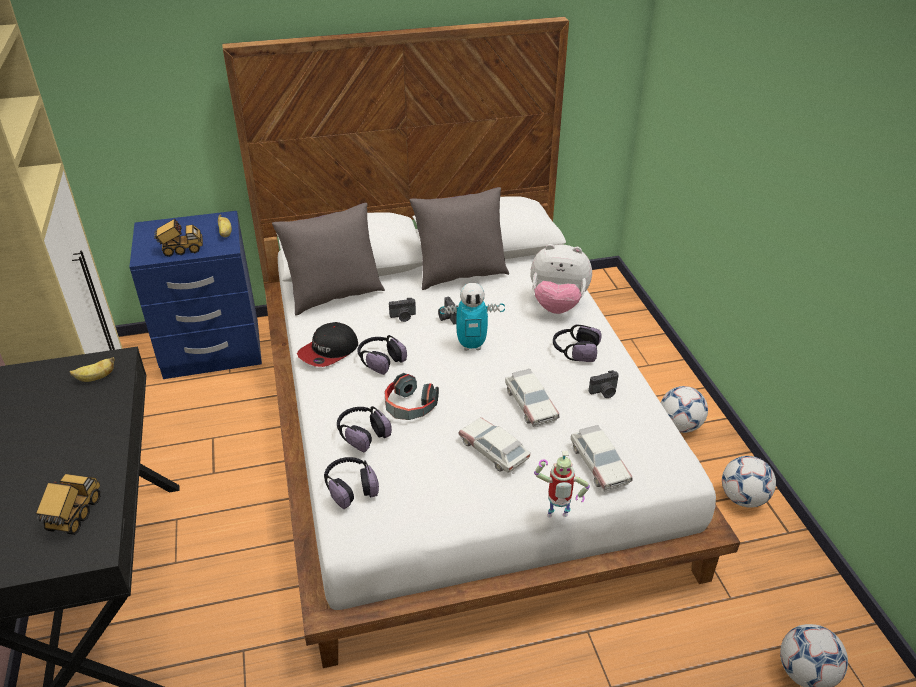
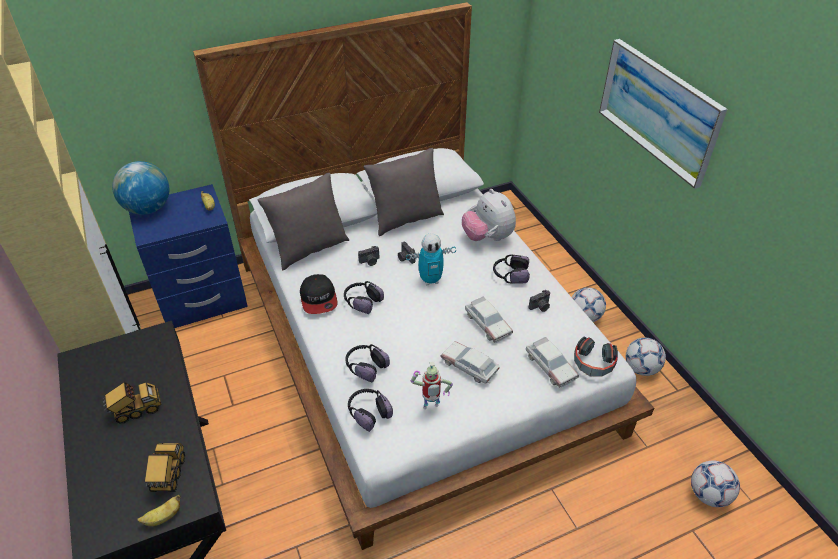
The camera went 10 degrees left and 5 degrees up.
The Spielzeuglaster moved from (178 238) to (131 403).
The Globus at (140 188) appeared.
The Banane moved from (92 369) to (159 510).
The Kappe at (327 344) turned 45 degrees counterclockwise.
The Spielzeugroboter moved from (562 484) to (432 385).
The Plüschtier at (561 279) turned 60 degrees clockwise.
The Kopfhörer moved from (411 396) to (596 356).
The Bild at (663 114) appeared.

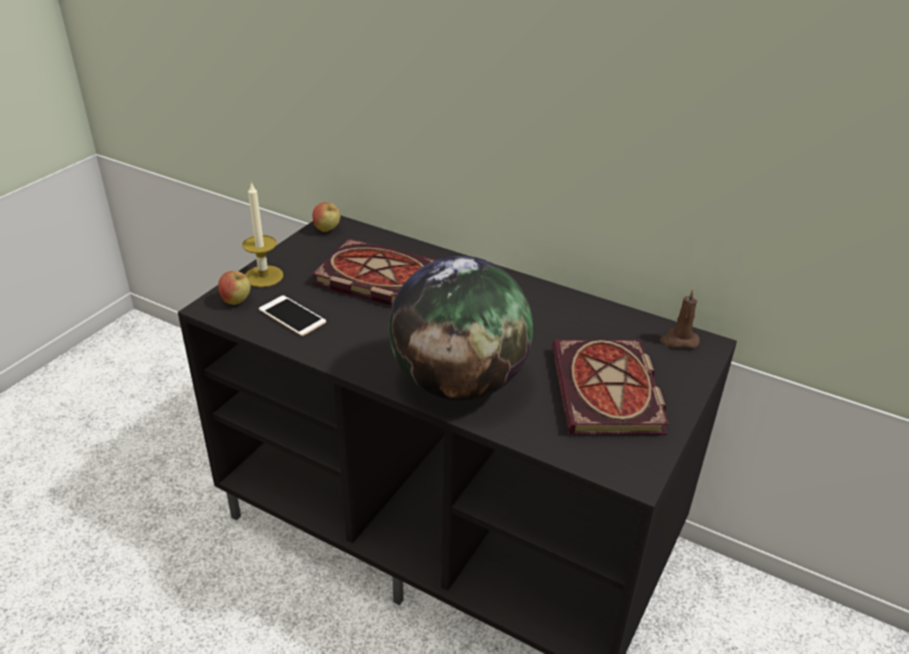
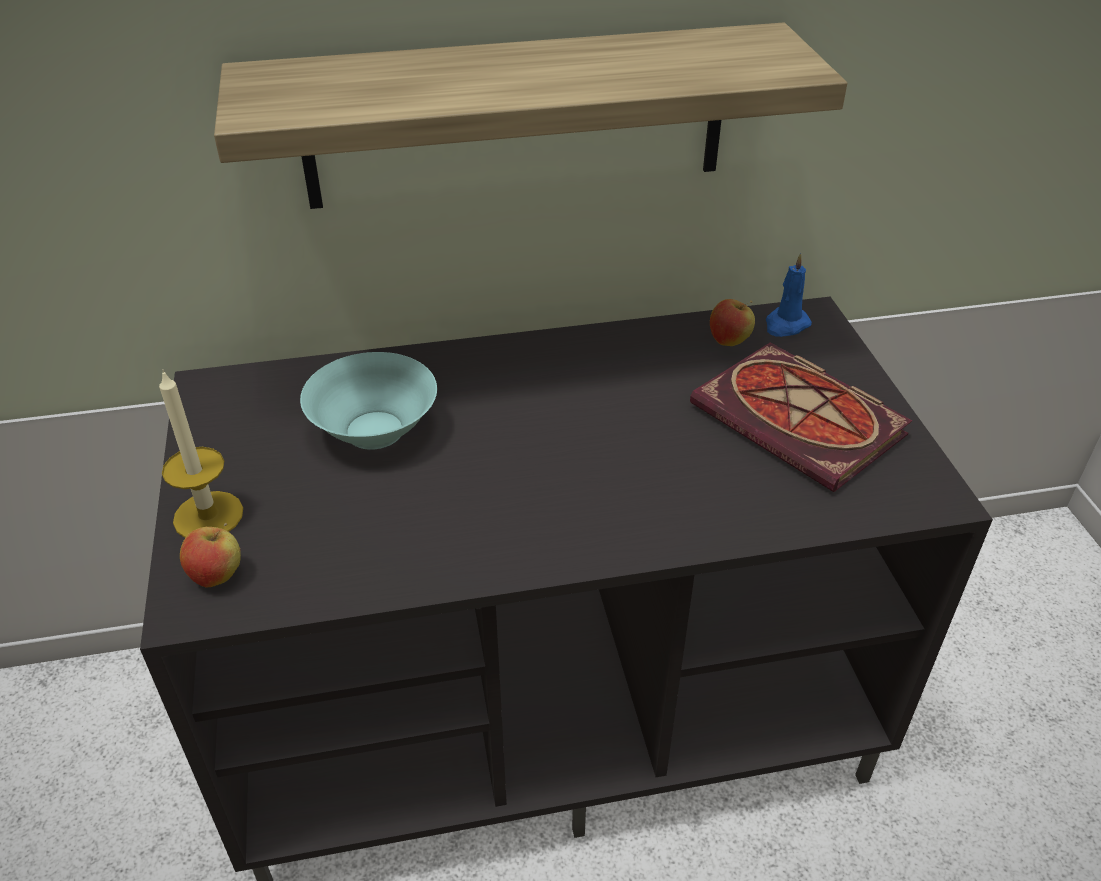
The camera went 40 degrees left and 5 degrees up.
The Wandregal at (530 116) appeared.
The Buch at (374 272) was replaced by the Schüssel [türkis] at (368 401).
The Apfel moved from (326 217) to (732 322).
The Kerze [braun] at (680 318) became the Kerze [blau] at (789 295).
The Handy at (292 315) disappeared.
The Globus at (461 328) disappeared.

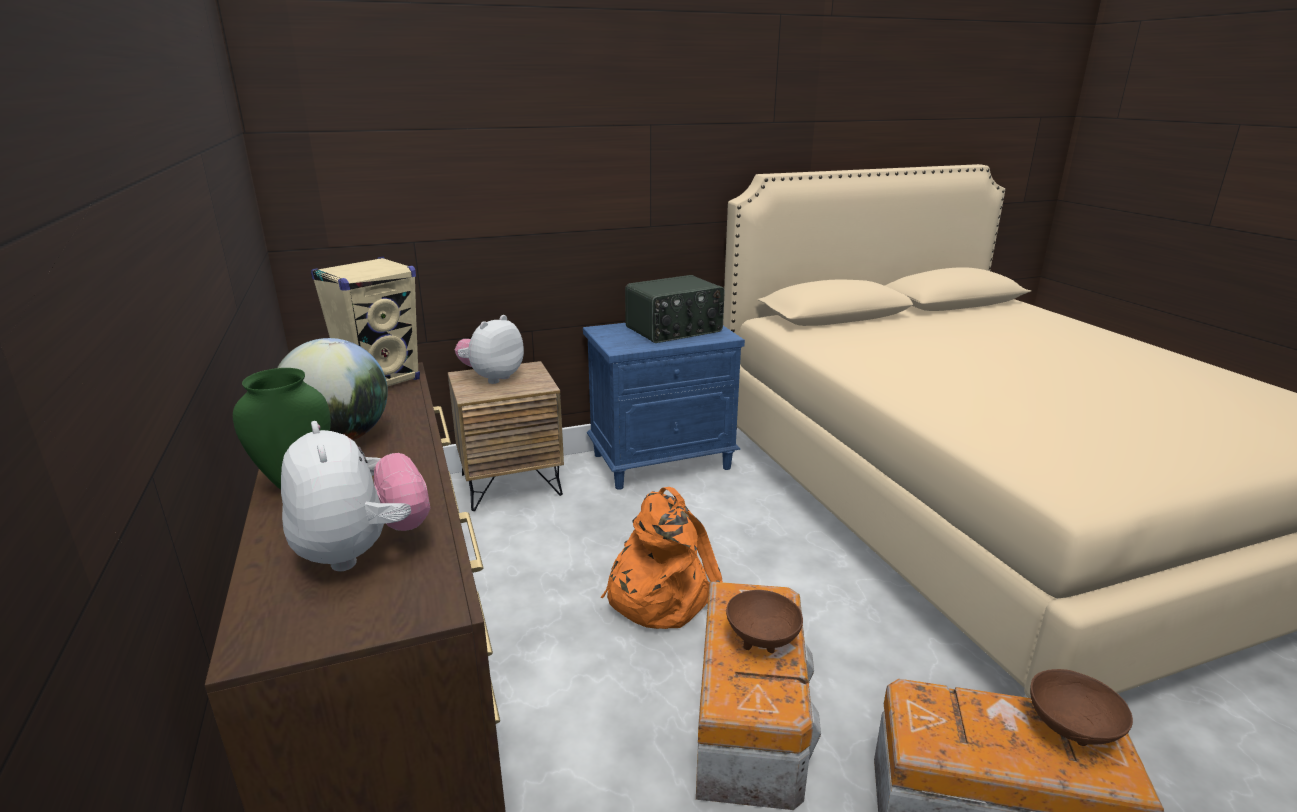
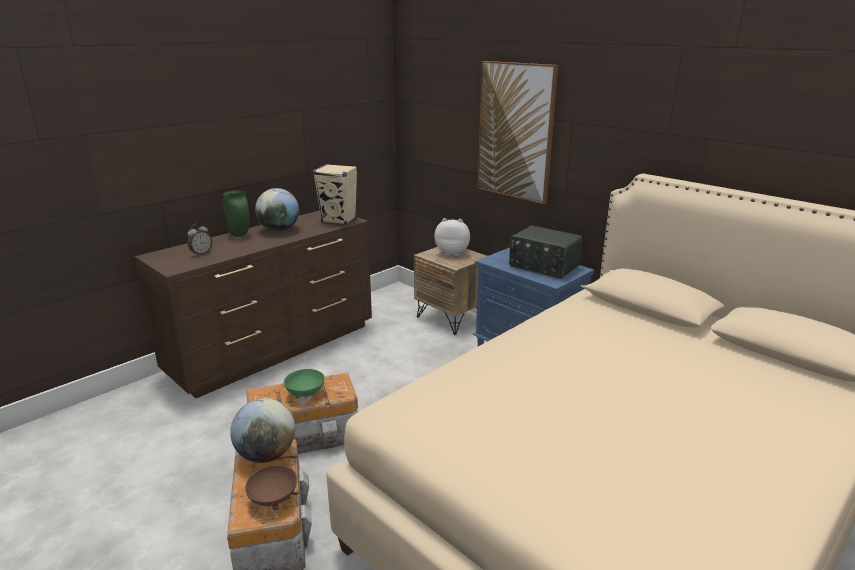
The camera went 65 degrees right and 0 degrees up.
The Plüschtier at (355 496) was replaced by the Wecker at (199 239).
The Globus at (262 430) appeared.
The Schüssel [braun] at (764 621) became the Schüssel [grün] at (304 383).
The Bild at (517 132) appeared.
The Rucksack [orange] at (662 558) disappeared.

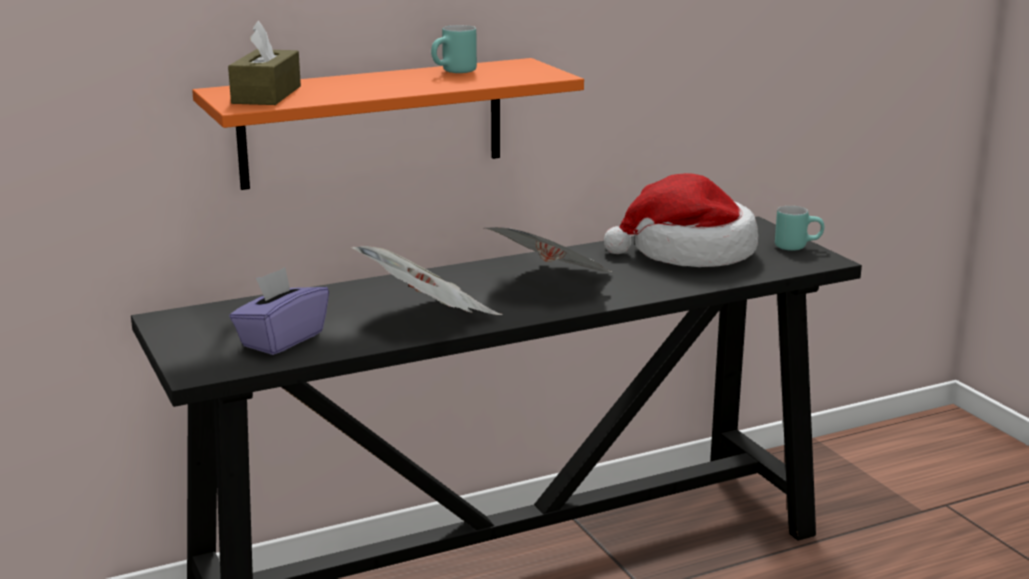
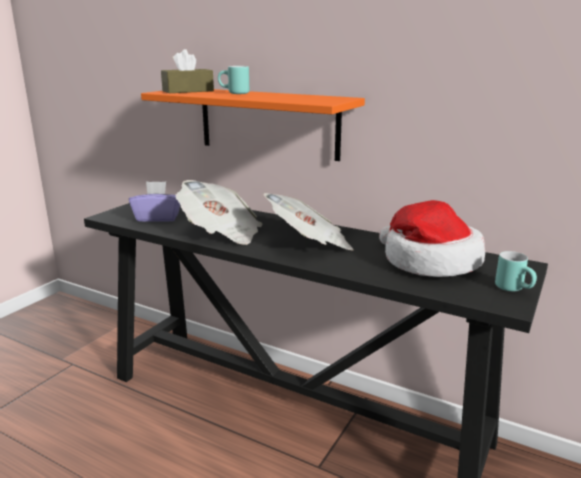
The camera went 55 degrees right and 0 degrees up.
The Henkelbecher [türkis] moved from (454 49) to (233 80).

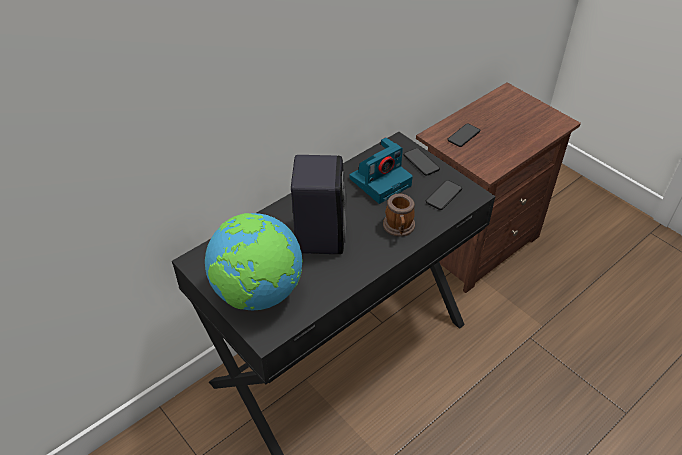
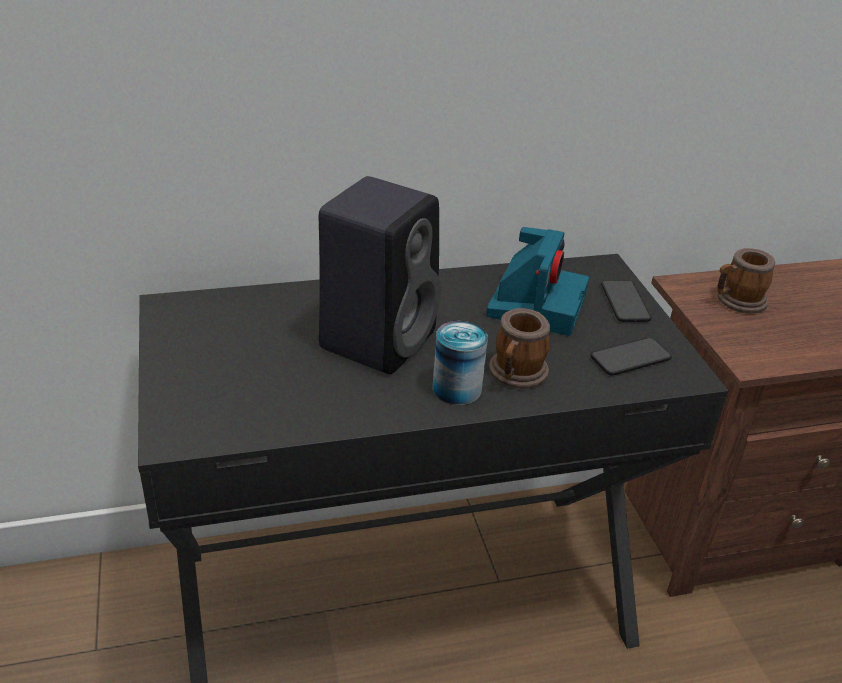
The camera went 25 degrees right and 10 degrees down.
The Dose at (460 363) appeared.
The Kamera at (381 170) turned 60 degrees counterclockwise.
The Handy at (463 135) was replaced by the Henkelbecher at (746 281).
The Globus at (254 261) disappeared.

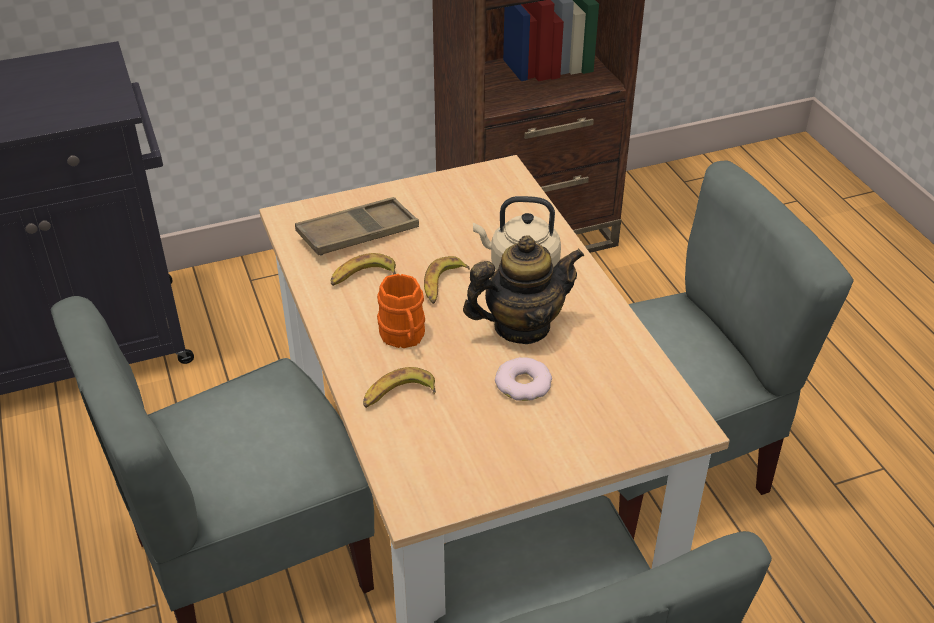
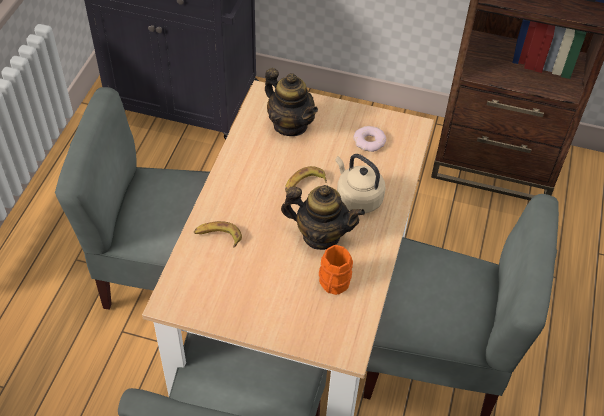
The camera went 35 degrees right and 10 degrees up.
The Tablett [braun] at (357 226) was replaced by the Teekanne at (291 102).
The Henkelbecher [orange] moved from (401 311) to (336 270).
The Donut moved from (523 379) to (369 139).
The Banane at (363 269) disappeared.

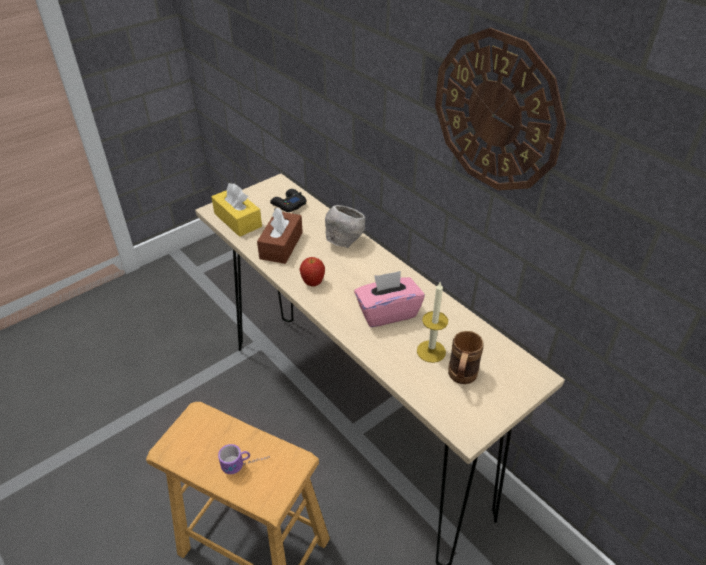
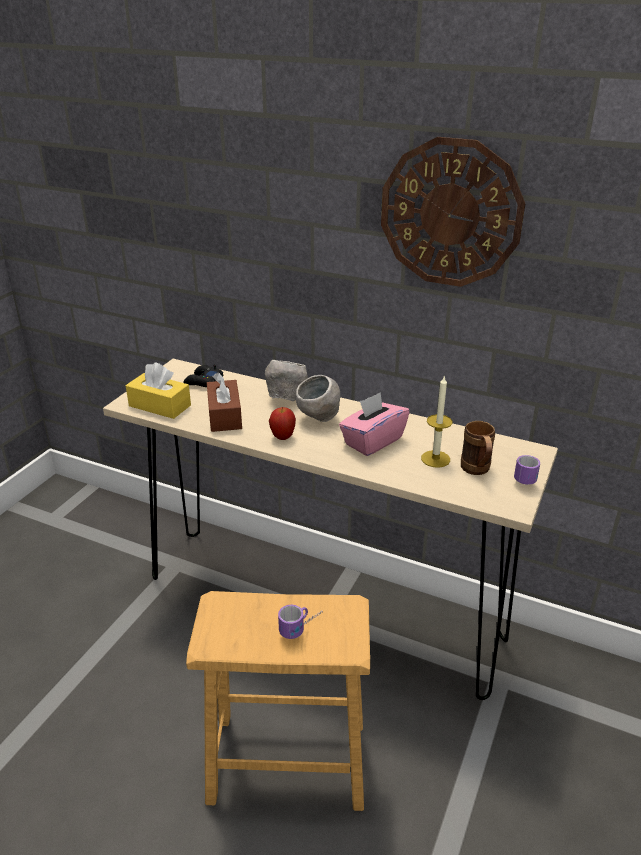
The camera went 25 degrees left and 10 degrees down.
The Schüssel [grau] at (318 398) appeared.
The Henkelbecher at (527 470) appeared.

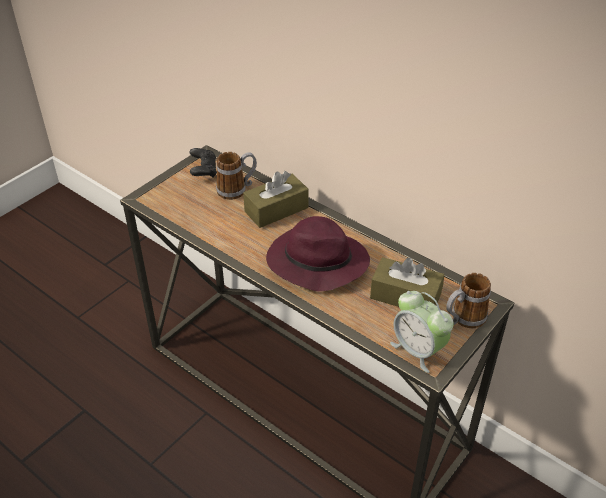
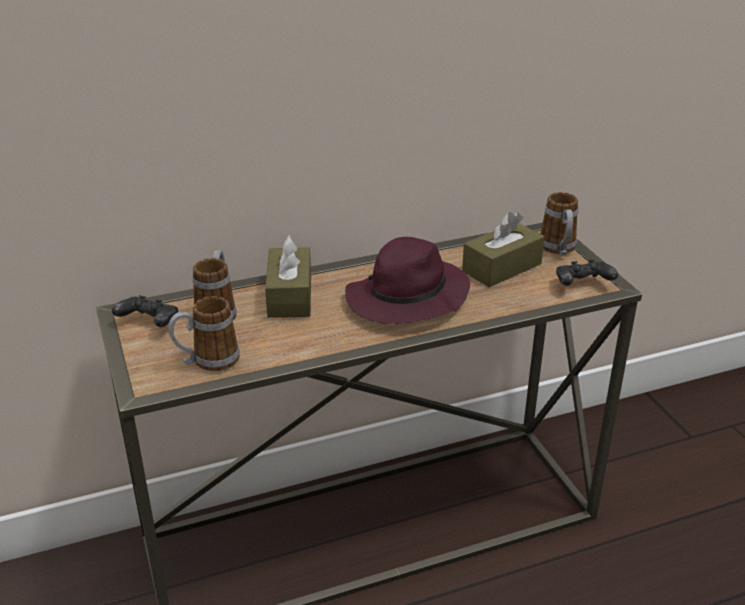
The camera went 60 degrees left and 10 degrees down.
The Henkelbecher at (204 333) appeared.
The Wecker at (422 332) was replaced by the Gamepad [schwarz] at (587 272).

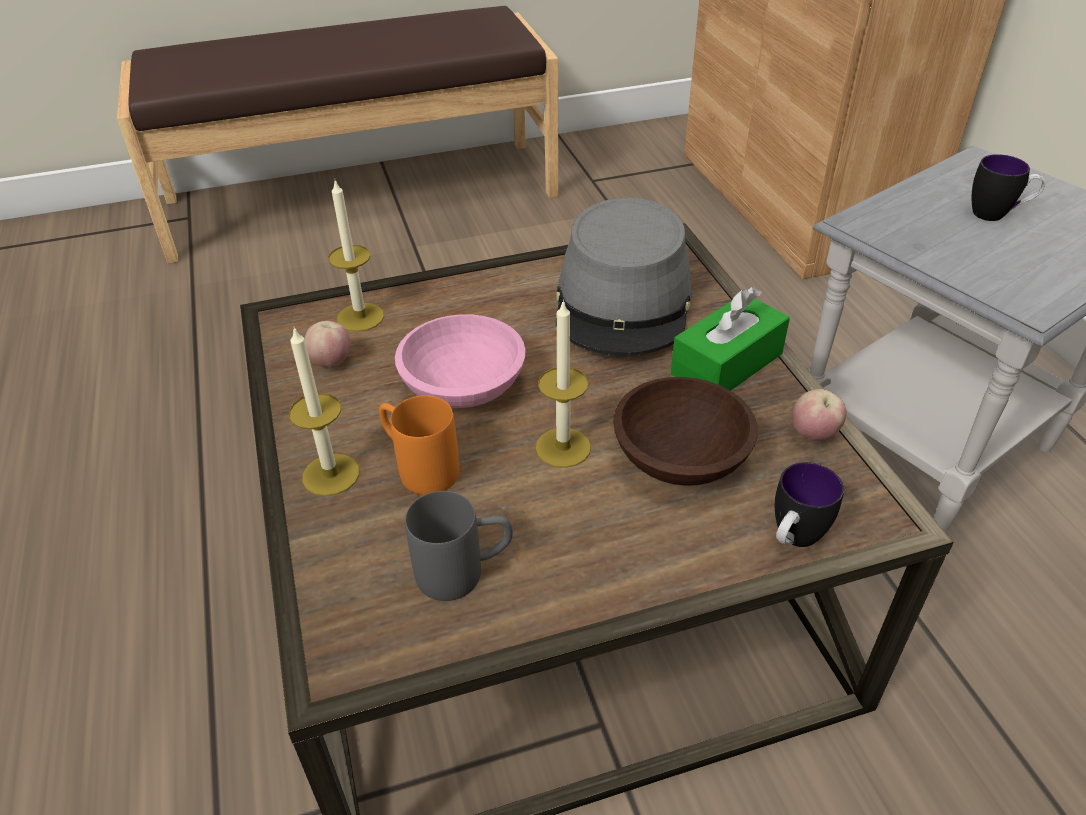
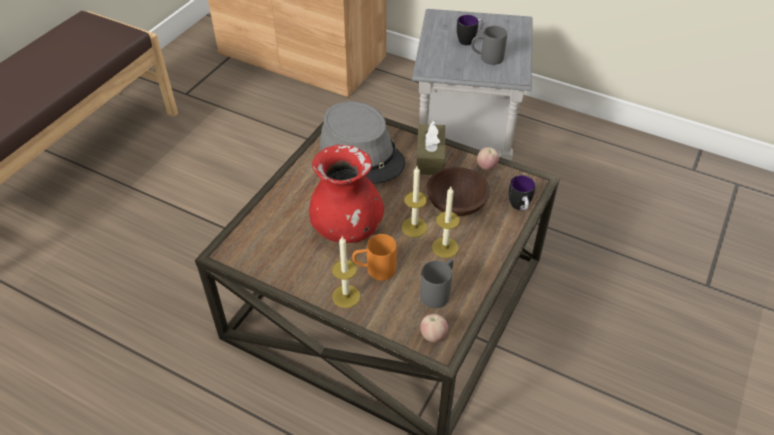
The camera went 45 degrees left and 5 degrees up.
The Schüssel [rosa] at (460 361) was replaced by the Vase [rot] at (346 194).
The Taschentuchbox [grün] at (730 339) became the Taschentuchbox [braun] at (431 148).
The Apfel moved from (327 344) to (434 328).
The Kerze moved from (356 256) to (446 222).
The Henkelbecher [grau] at (489 45) appeared.

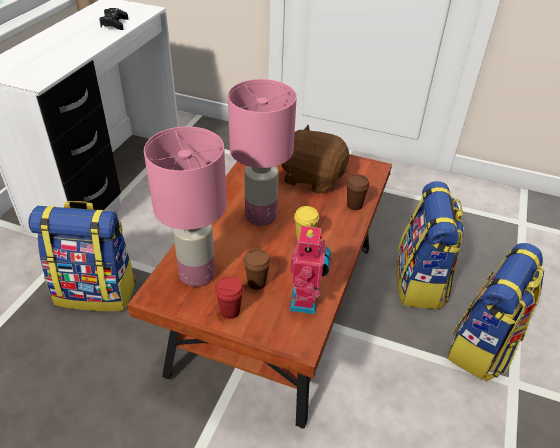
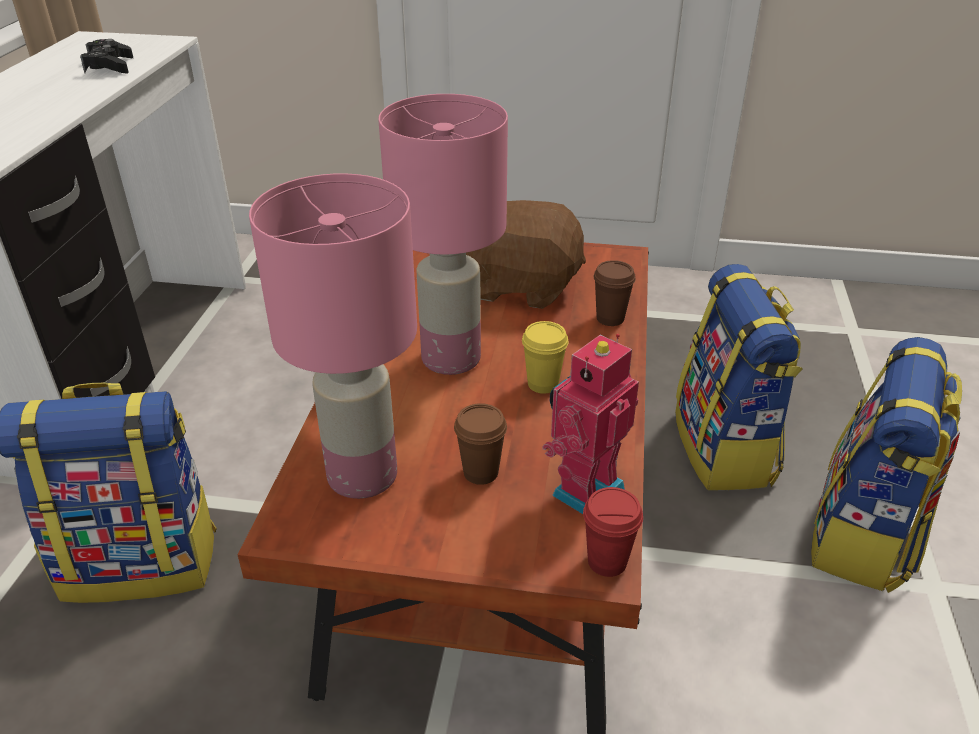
The camera went 10 degrees left and 5 degrees down.
The Spielzeugroboter at (310 268) turned 135 degrees counterclockwise.
The Tasse [rot] moved from (229 297) to (613 532).

